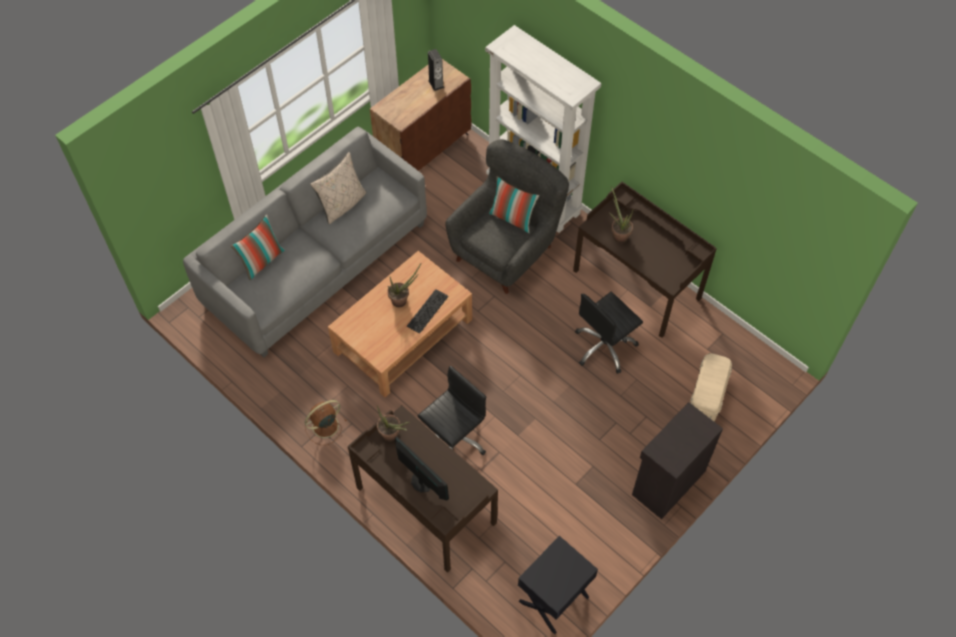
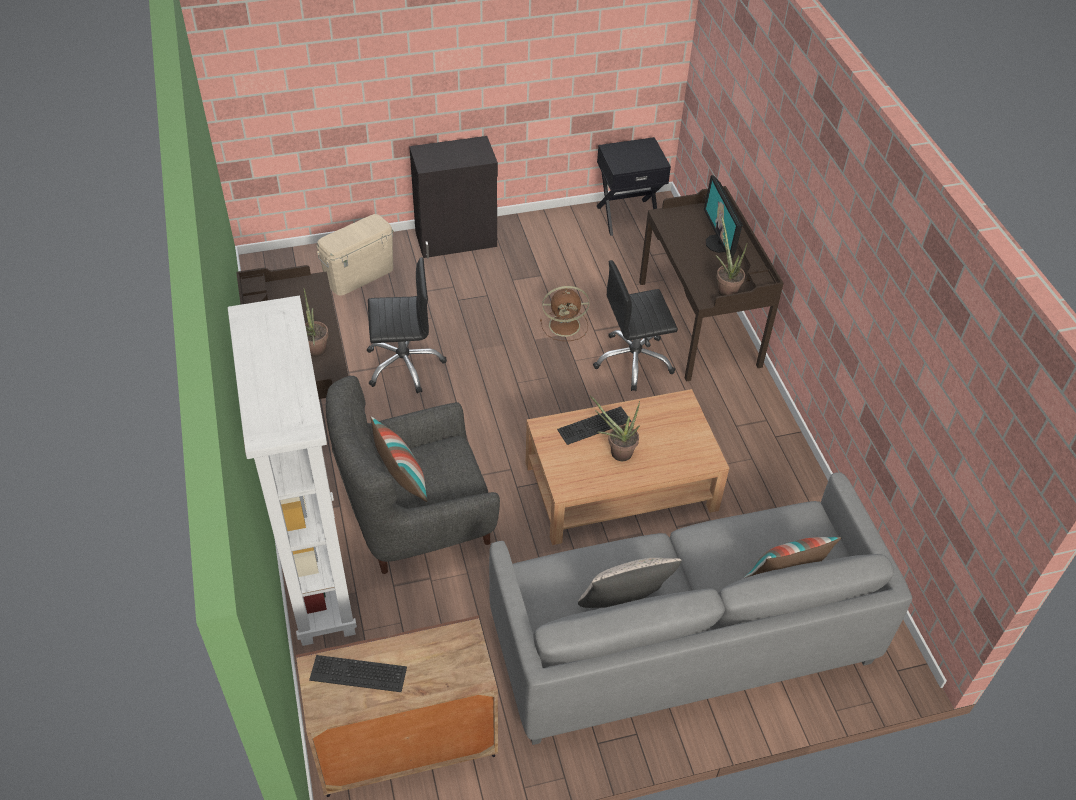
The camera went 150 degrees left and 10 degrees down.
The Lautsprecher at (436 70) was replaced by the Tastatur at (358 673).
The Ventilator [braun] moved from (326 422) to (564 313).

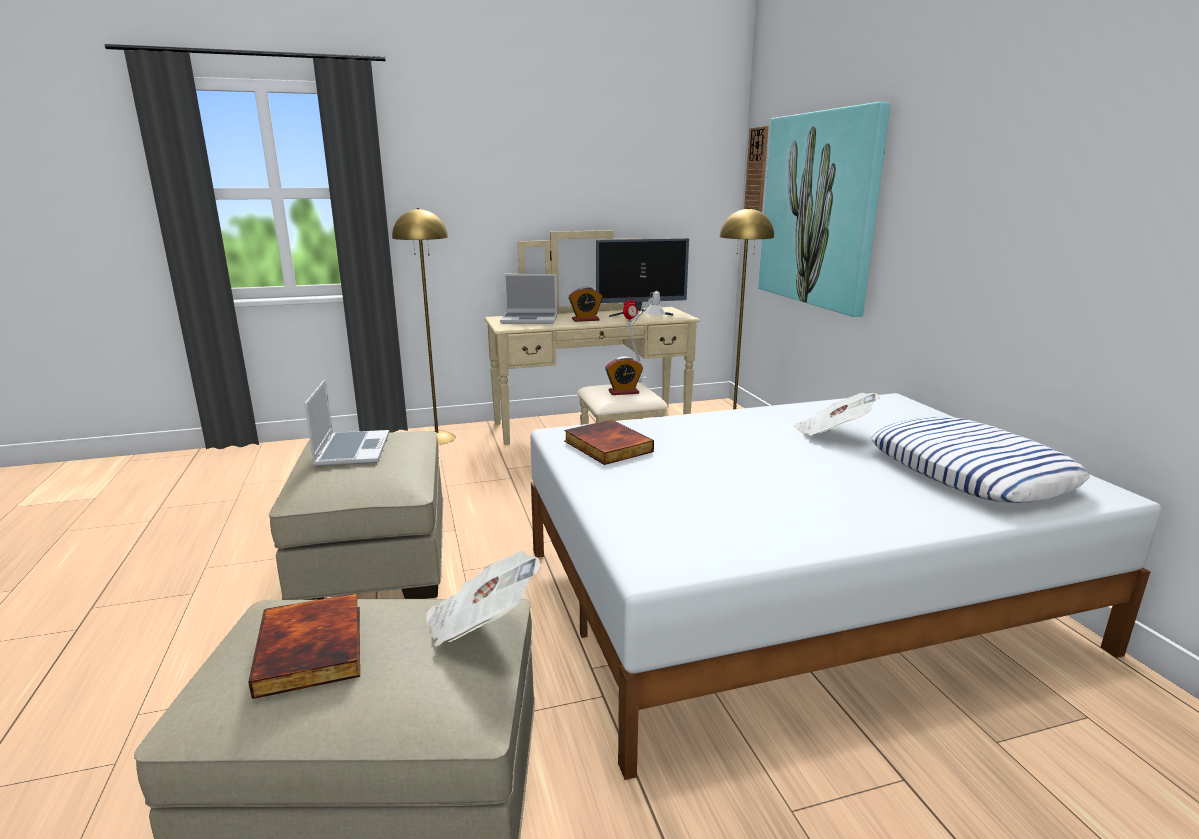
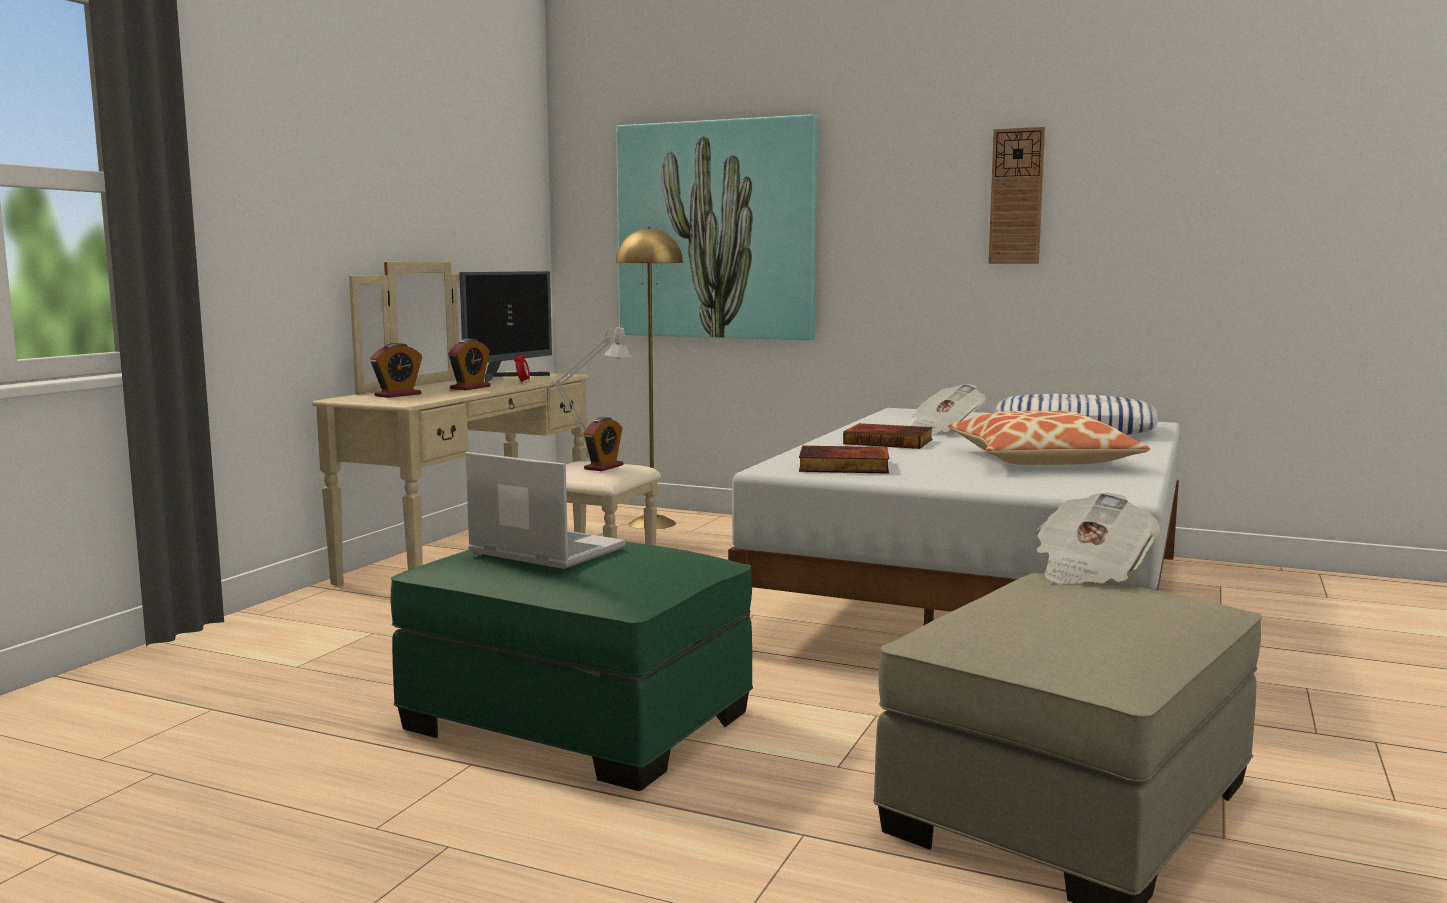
The camera went 50 degrees left and 10 degrees down.
The Laptop at (528 299) was replaced by the Wecker at (396 370).
The Polsterhocker [beige] at (356 515) became the Polsterhocker [grün] at (571 666).
The Buch moved from (304 646) to (888 436).
The Kissen at (1049 438) appeared.
The Wanduhr moved from (756 169) to (1016 195).
The Stehlampe [gelb] at (424 326) disappeared.

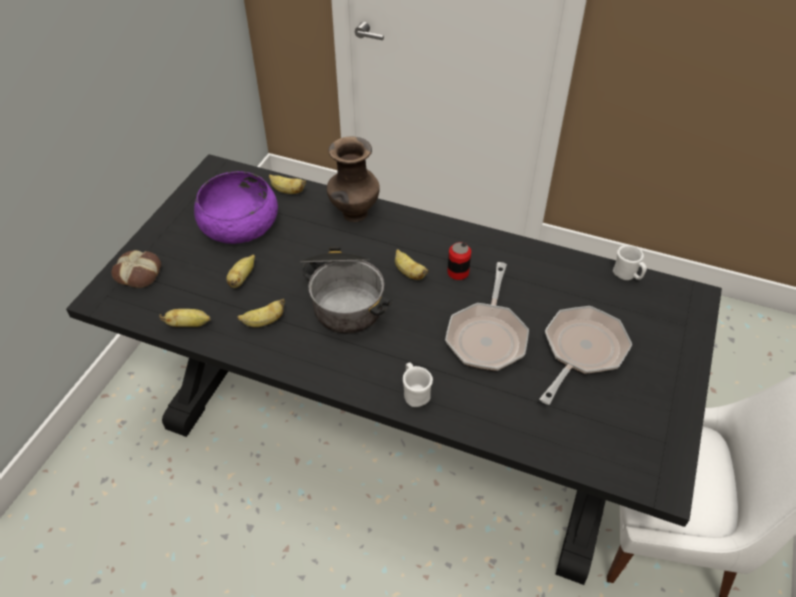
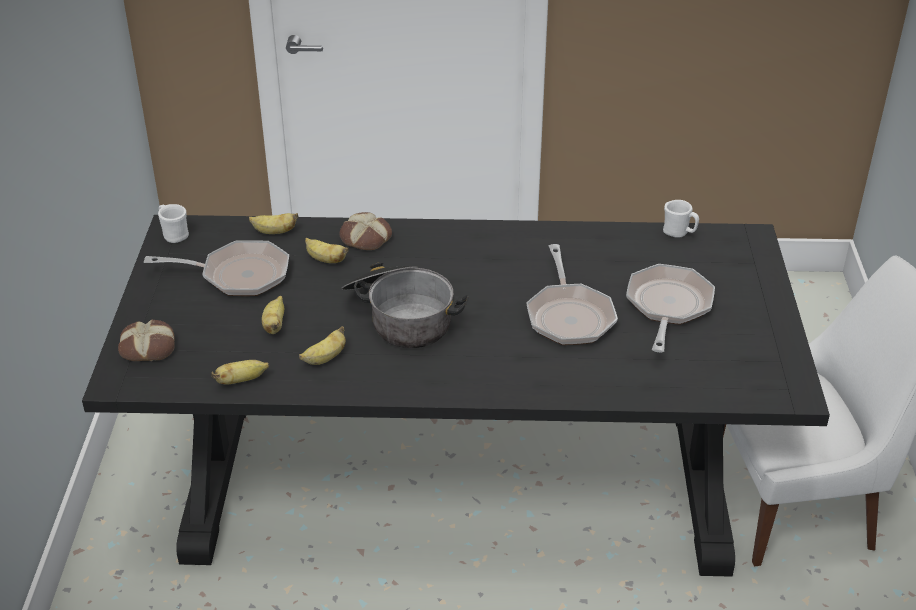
The camera went 20 degrees left and 10 degrees down.
The Schüssel [lila] at (236 207) was replaced by the Pfanne at (216 268).
The Henkelbecher [weiß] moved from (418 384) to (173 223).
The Banane moved from (412 264) to (327 250).
The Vase [braun] at (353 179) was replaced by the Brot at (365 231).
The Dose at (459 261) disappeared.

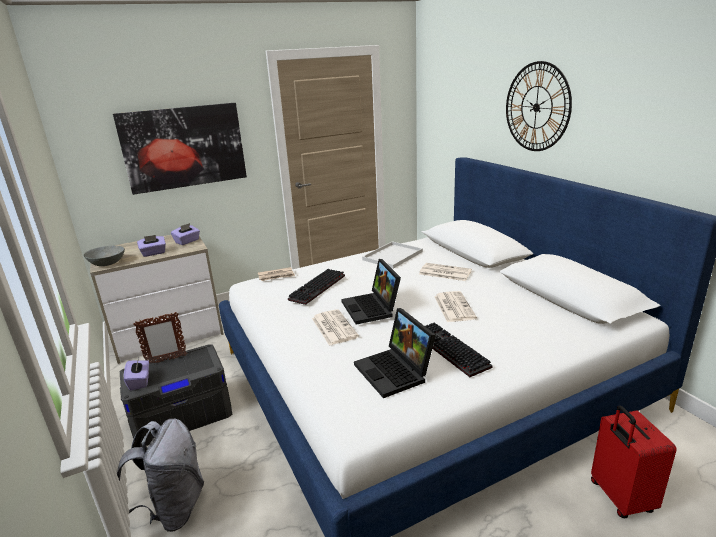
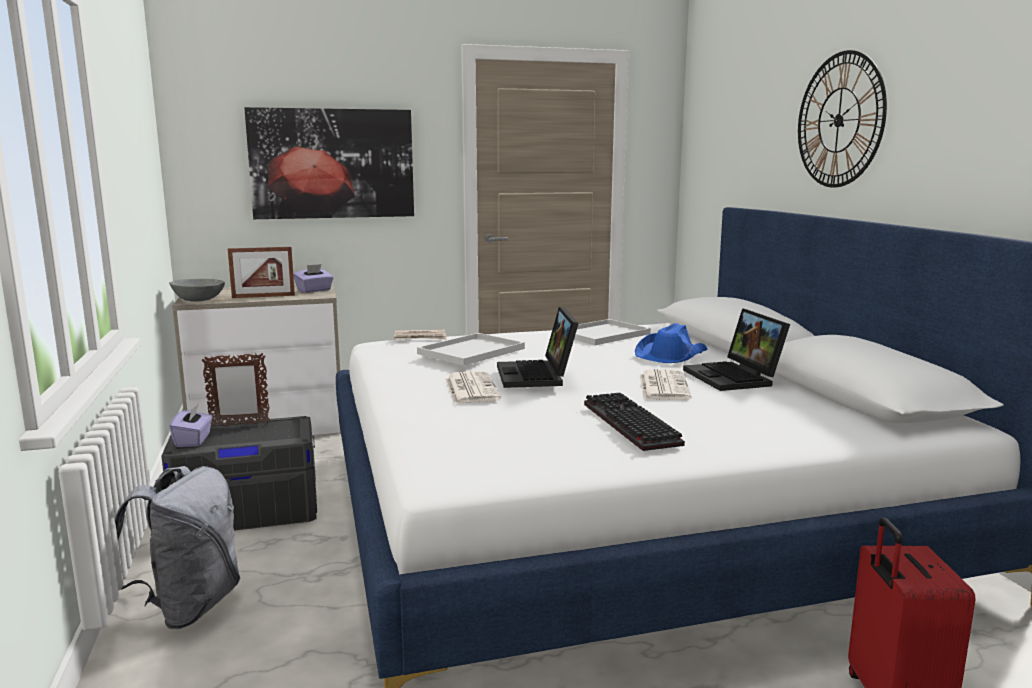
The camera went 10 degrees right and 10 degrees down.
The Taschentuchbox [lila] at (151 246) was replaced by the Bilderrahmen at (261 272).
The Tastatur at (316 287) was replaced by the Tablett [weiß] at (471 349).
The Zeitung at (445 272) was replaced by the Hut [blau] at (671 343).
The Laptop moved from (395 353) to (736 349).

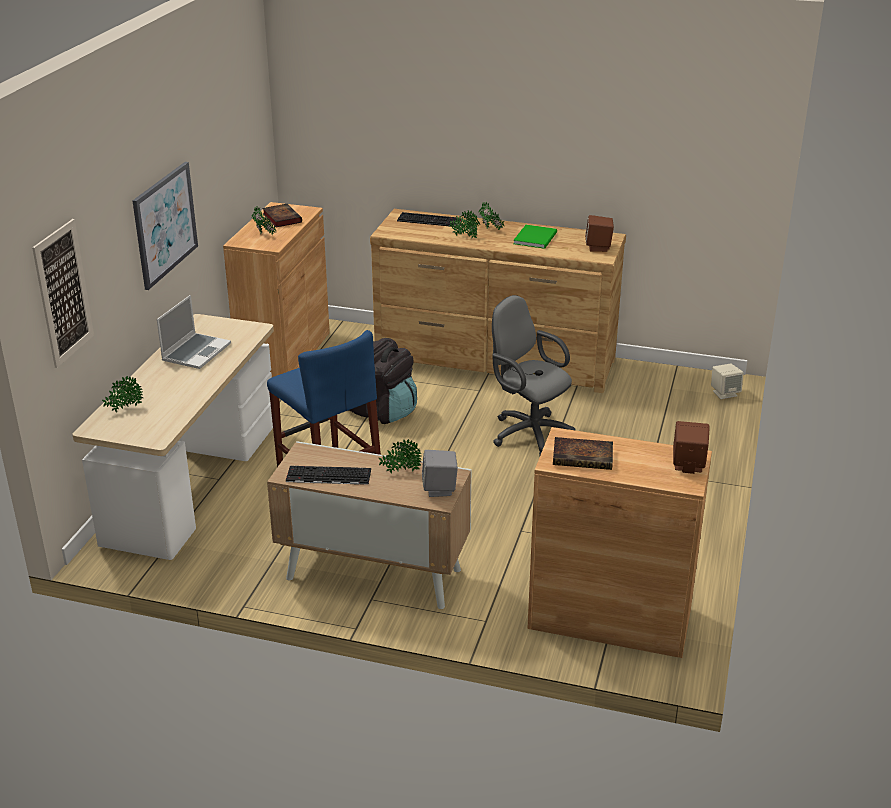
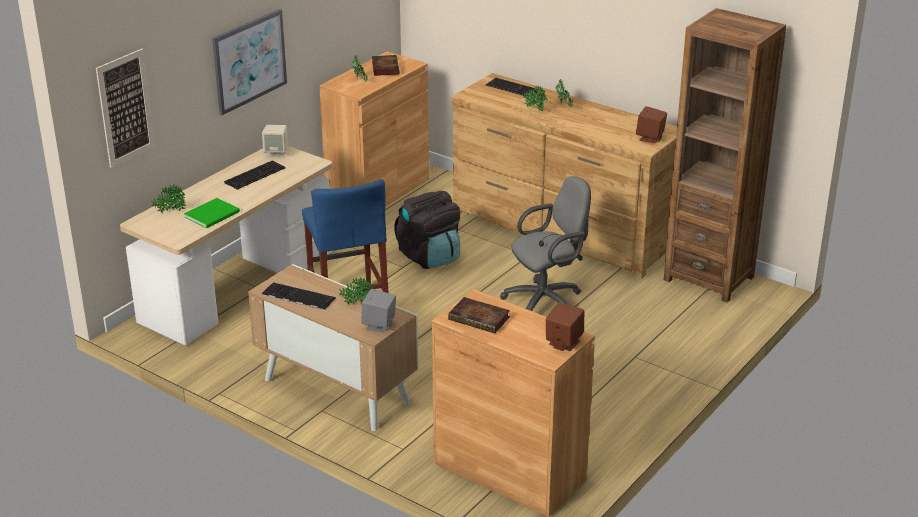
The camera went 20 degrees right and 0 degrees up.
The Buch [grün] moved from (535 237) to (212 213).
The Laptop at (194 332) was replaced by the Tastatur at (255 175).
The Lautsprecher [beige] moved from (727 381) to (275 141).
The Bürostuhl [grau] at (534 375) turned 90 degrees clockwise.
The Bücherregal [braun] at (725 155) appeared.

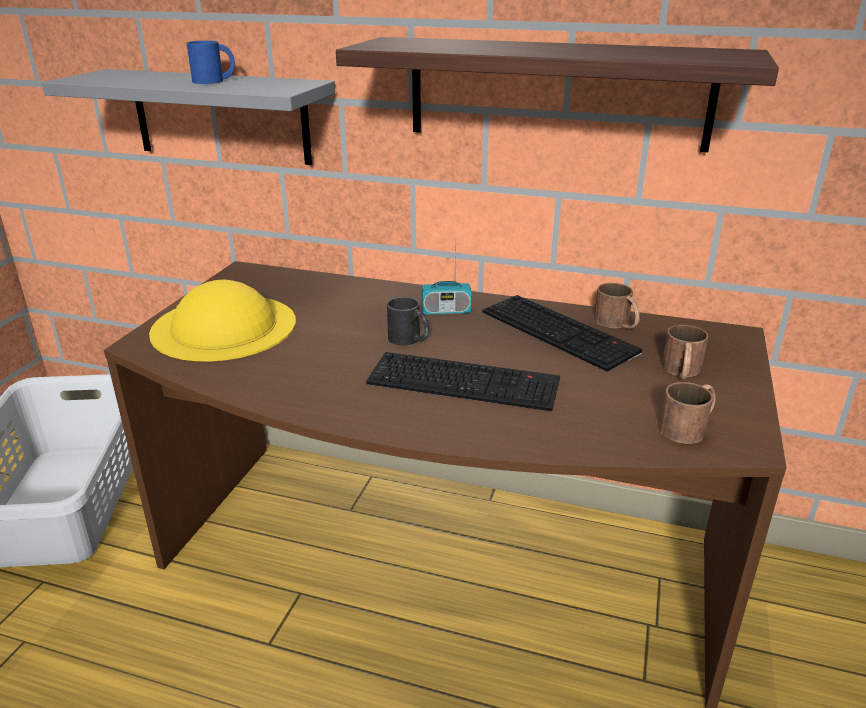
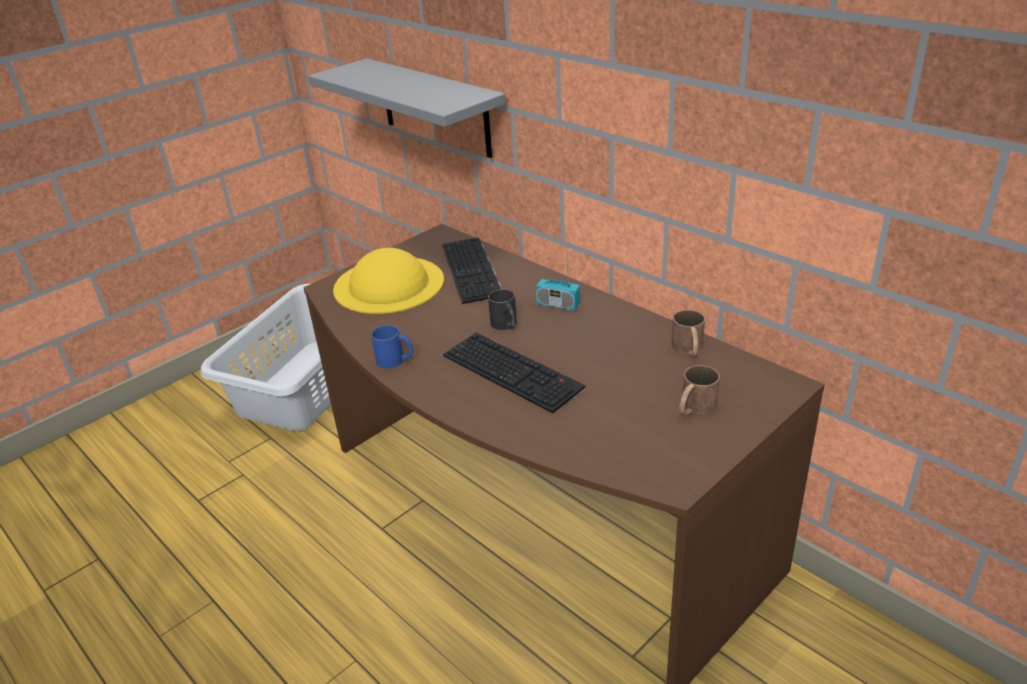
The camera went 30 degrees right and 5 degrees up.
The Henkelbecher [blau] moved from (211 62) to (392 347).
The Tastatur moved from (562 333) to (472 271).
The Wandregal at (557 94) disappeared.
The Henkelbecher [braun] at (687 413) disappeared.

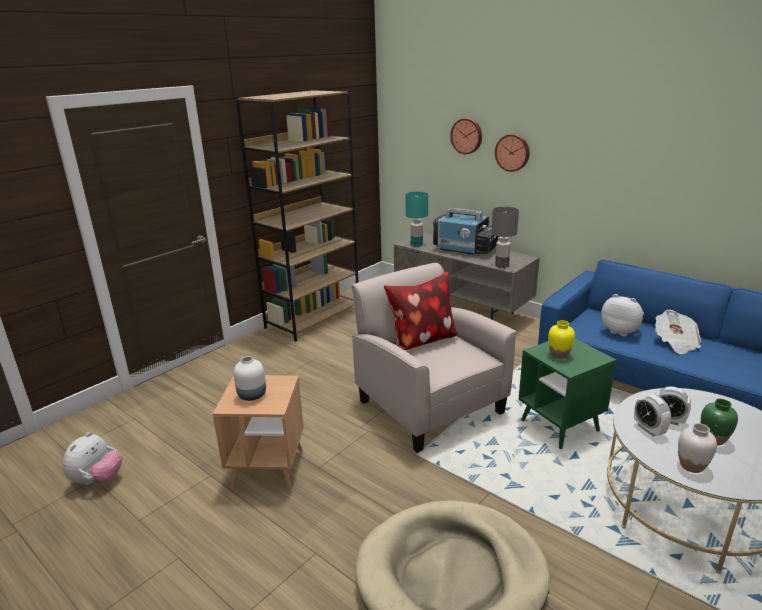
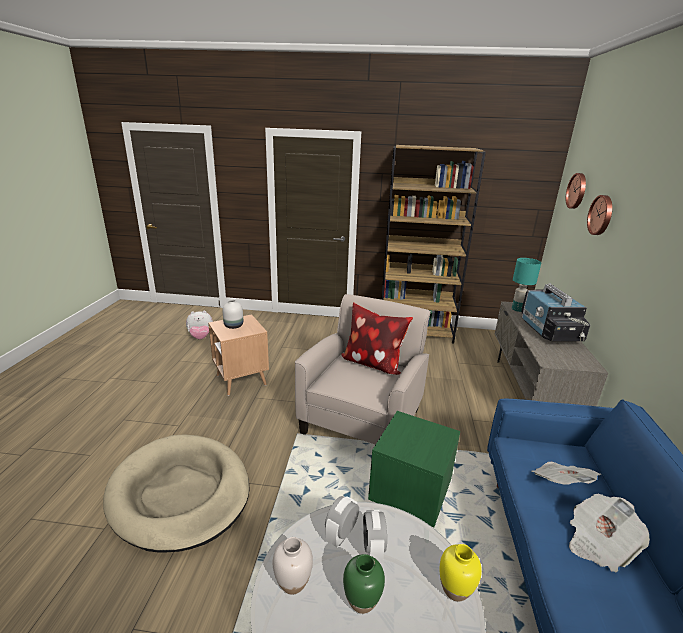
The camera went 55 degrees right and 0 degrees up.
The Vase [gelb] moved from (561 339) to (461 573).
The Plüschtier at (622 315) was replaced by the Zeitung at (566 473).
The Wanduhr moved from (512 153) to (576 191).
The Tischlampe [grau] at (505 237) disappeared.

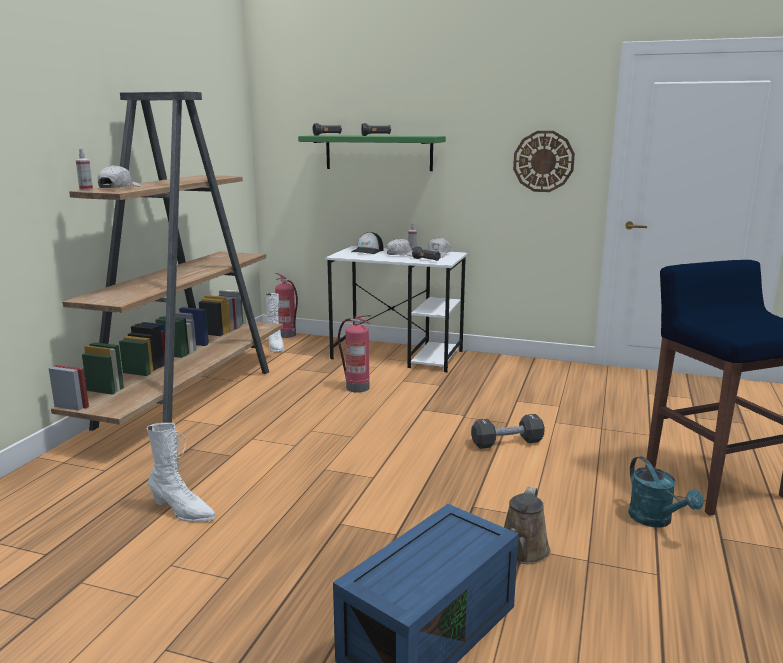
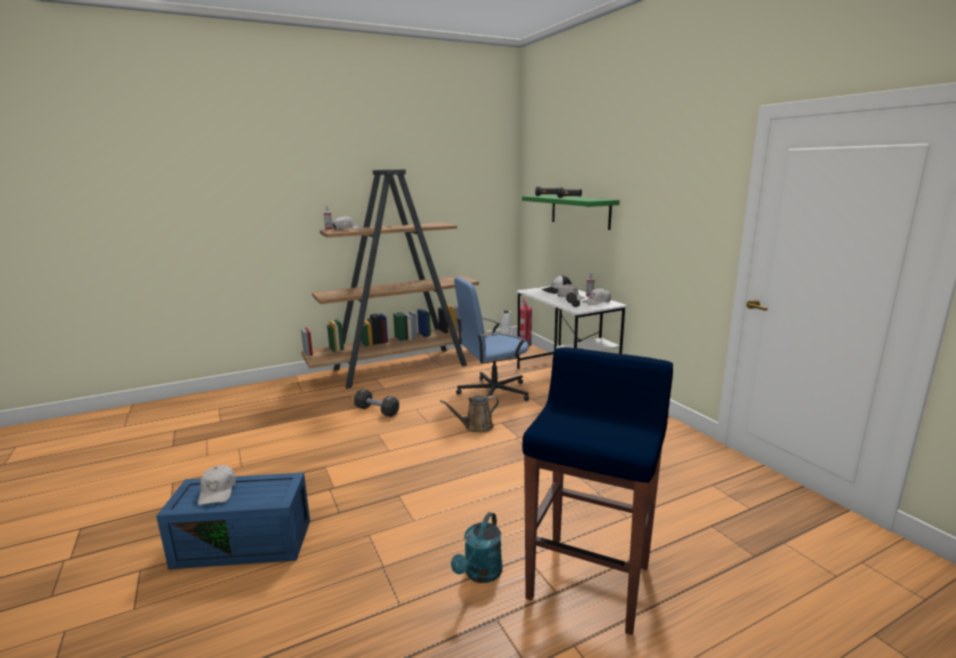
The camera went 45 degrees right and 0 degrees up.
The Kappe [weiß] at (217 485) appeared.
The Hantel [schwarz] moved from (508 431) to (376 403).
The Gießkanne [braun] moved from (527 525) to (469 413).
The Feuerlöscher at (354 353) was replaced by the Bürostuhl [blau] at (491 339).
The Stiefel [weiß] at (181 472) disappeared.
The Wanduhr at (544 161) disappeared.

